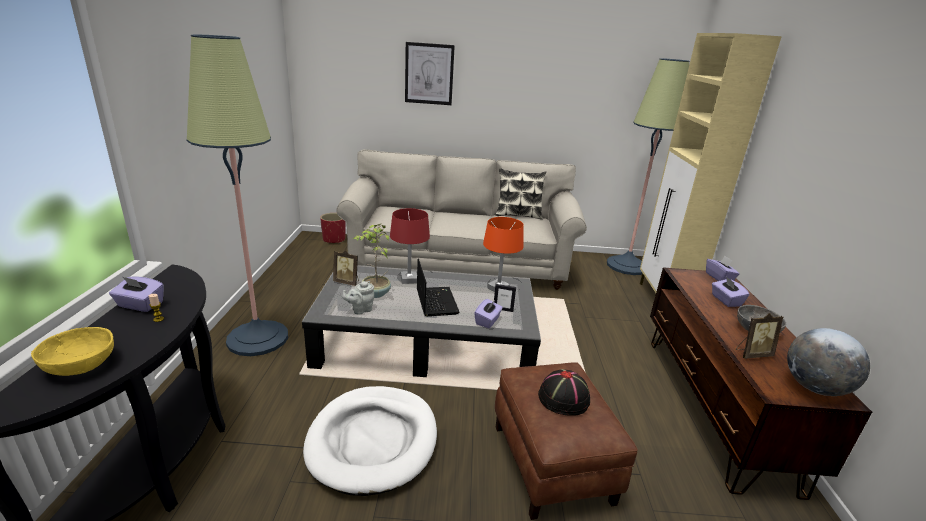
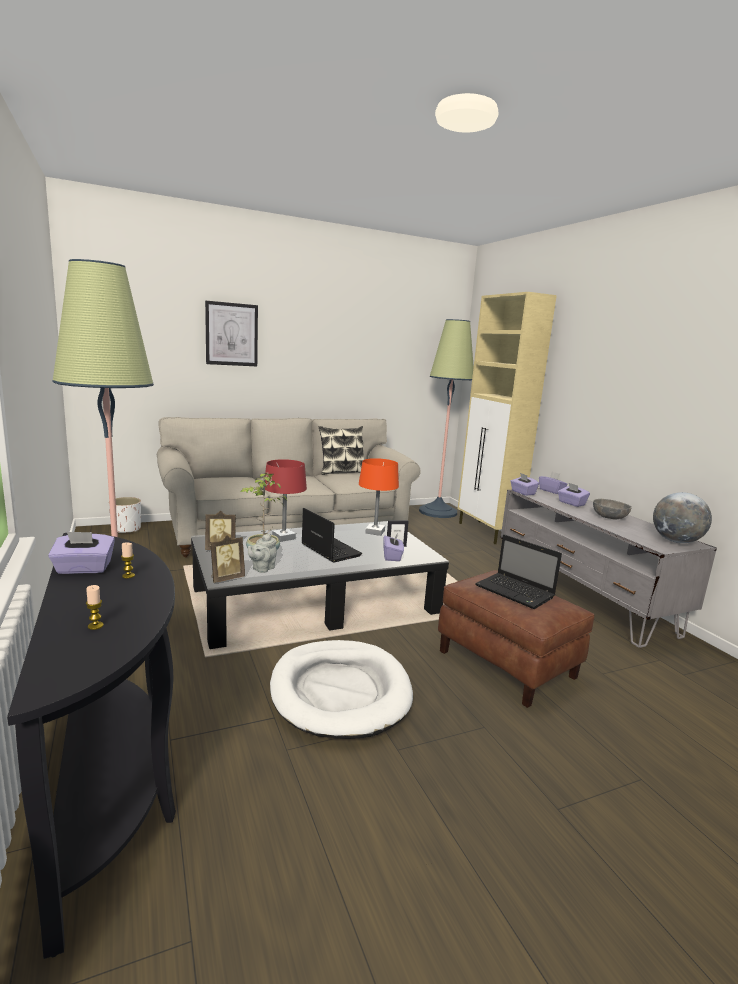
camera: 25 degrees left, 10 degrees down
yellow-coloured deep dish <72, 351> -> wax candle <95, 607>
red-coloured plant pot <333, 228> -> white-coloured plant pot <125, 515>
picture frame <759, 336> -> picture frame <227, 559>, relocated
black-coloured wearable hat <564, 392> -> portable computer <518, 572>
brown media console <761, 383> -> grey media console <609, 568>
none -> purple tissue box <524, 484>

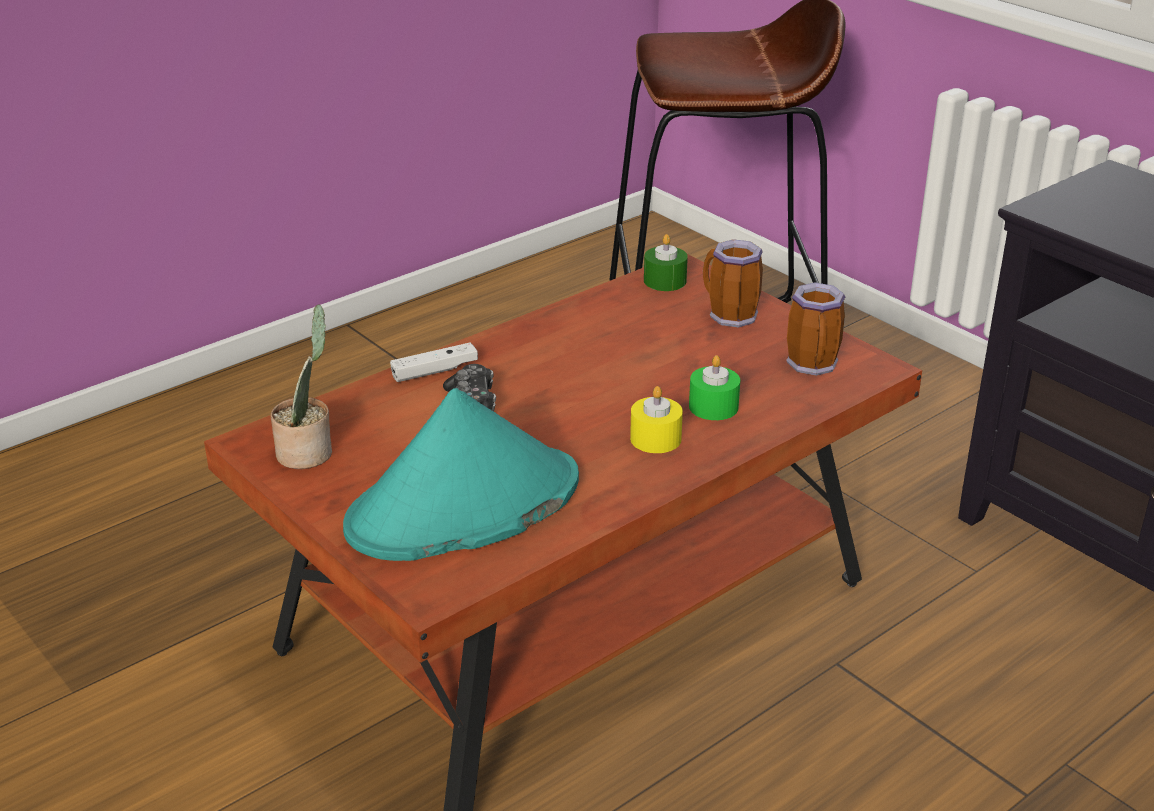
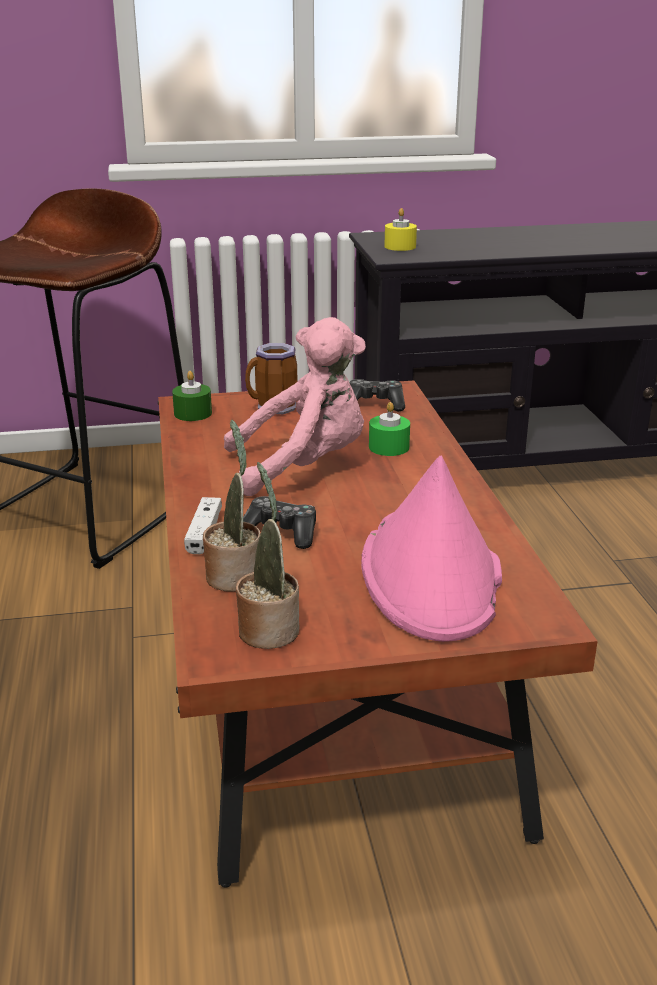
camera: 60 degrees left, 5 degrees down
none -> plant in a pot <231, 505>
none -> pink plush toy <295, 406>
coffee mug <815, 329> -> gamepad <377, 395>
turquoise wearable hat <461, 474> -> pink wearable hat <431, 548>
yellow-coloured wax candle <656, 419> -> yellow-coloured wax candle <400, 229>, relocated

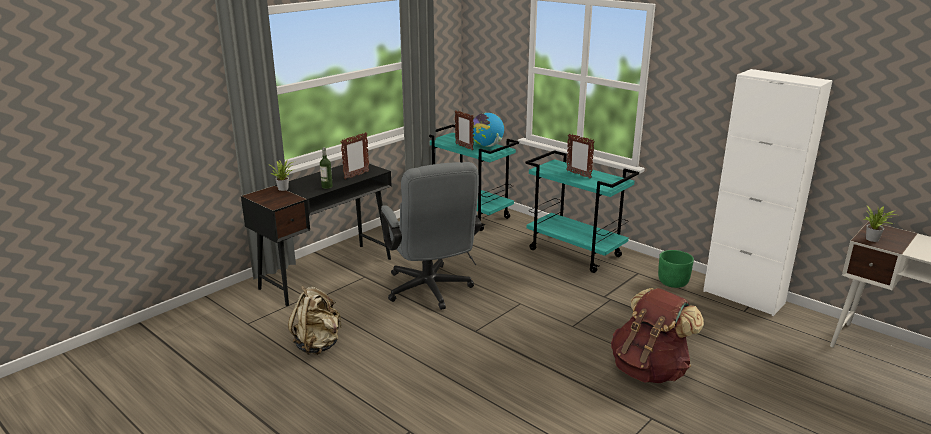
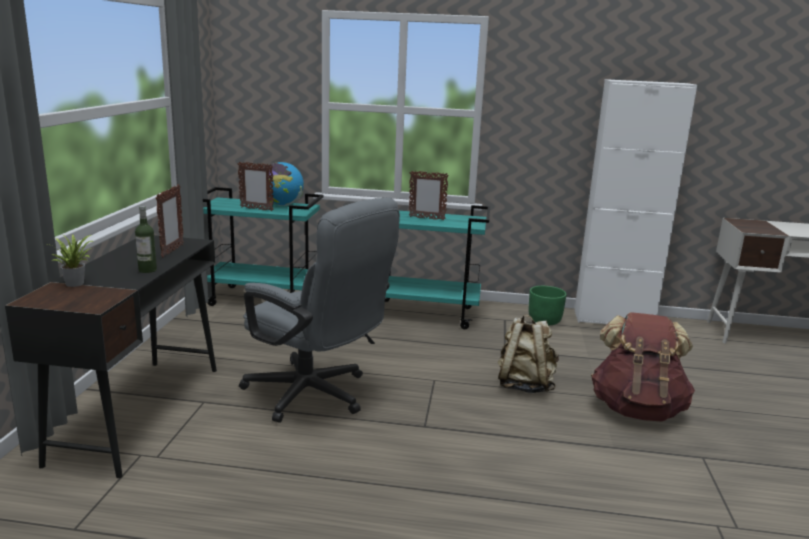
camera: 35 degrees left, 5 degrees down
sand-coloured backpack <315, 320> -> sand-coloured backpack <528, 353>, relocated
plant in a pot <880, 224> -> none

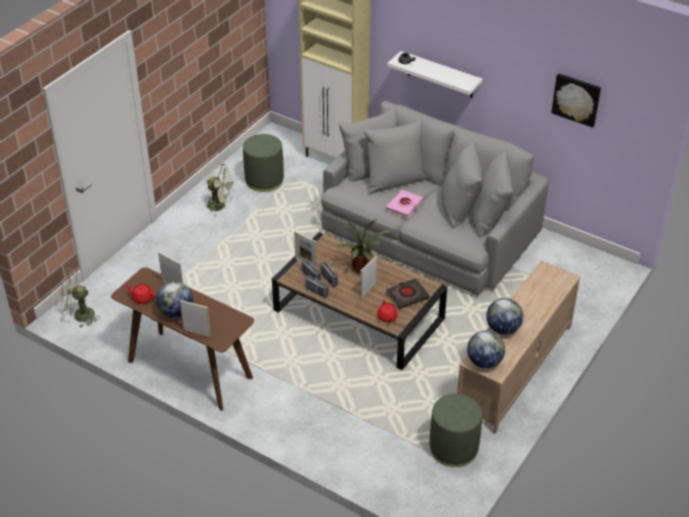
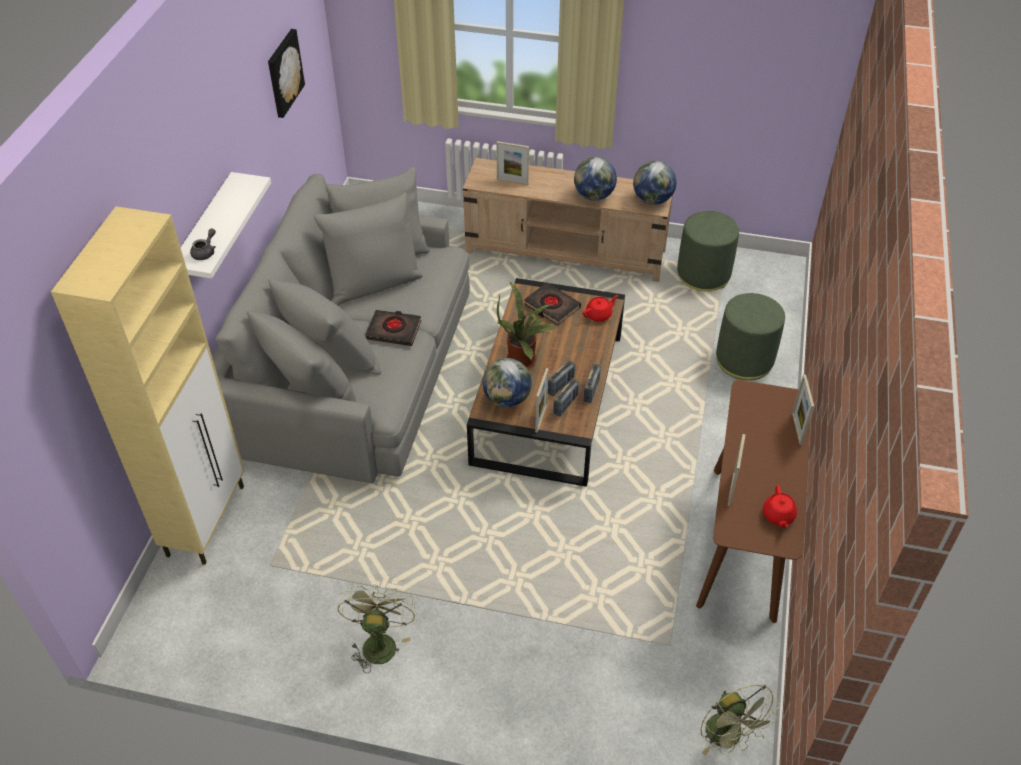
camera: 110 degrees left, 5 degrees up
pink bound book <404, 204> -> black-coloured bound book <393, 328>
globe <174, 299> -> globe <507, 383>, relocated
picture frame <368, 277> -> picture frame <513, 163>, relocated
greenish pouffe <263, 163> -> greenish pouffe <750, 336>, relocated

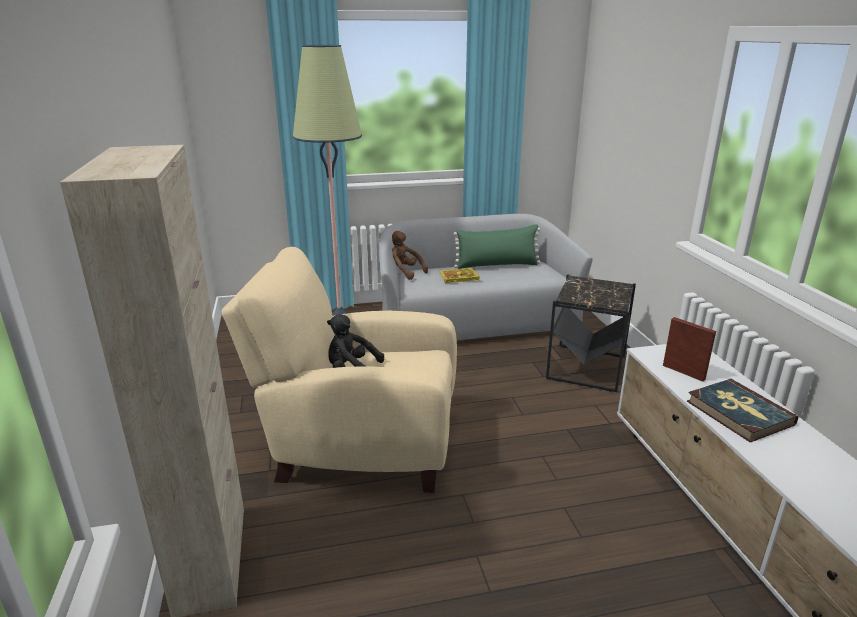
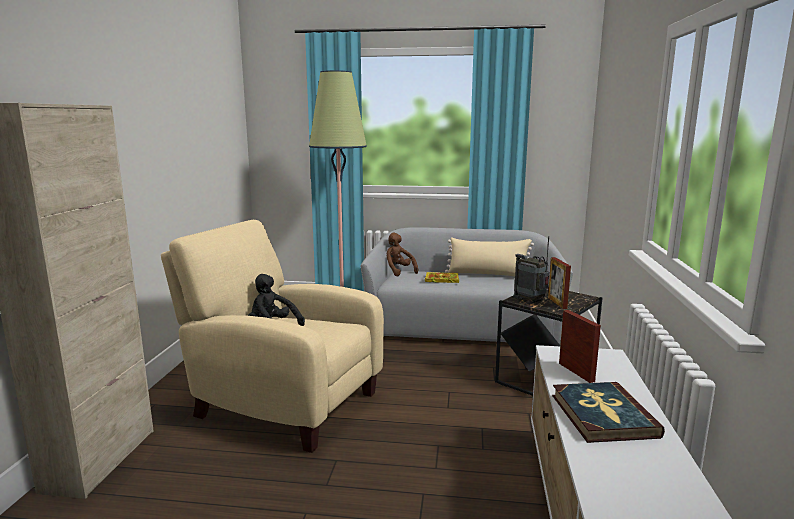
camera: 20 degrees right, 10 degrees down
greenish throw pillow <496, 246> -> sand-coloured throw pillow <489, 257>
none -> radio receiver <531, 269>
none -> picture frame <559, 283>

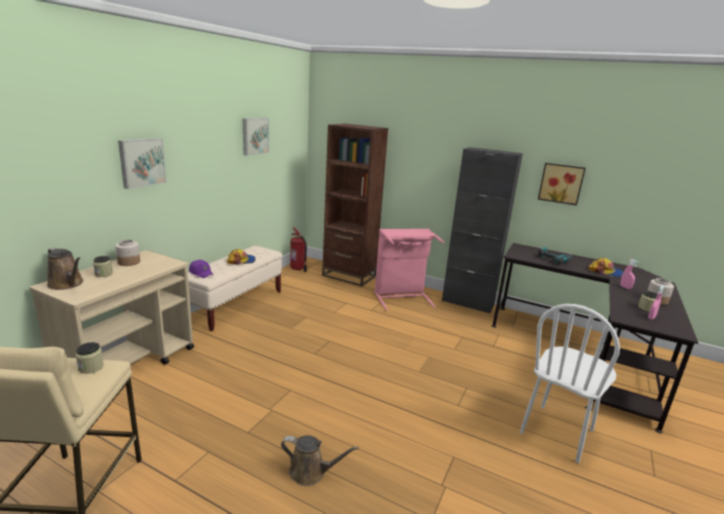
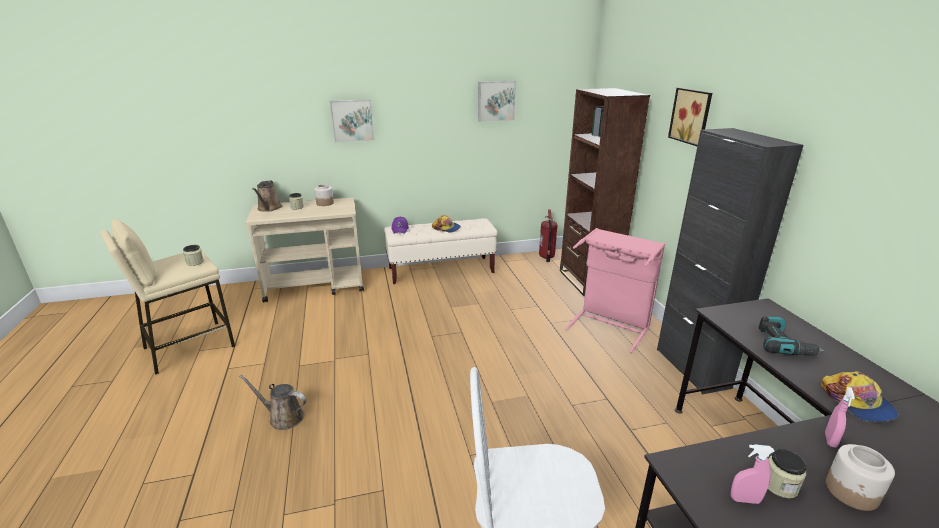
camera: 50 degrees right, 5 degrees up
brown watering can <320, 460> -> brown watering can <273, 402>, 135 degrees clockwise
wall picture <562, 184> -> wall picture <690, 117>, relocated

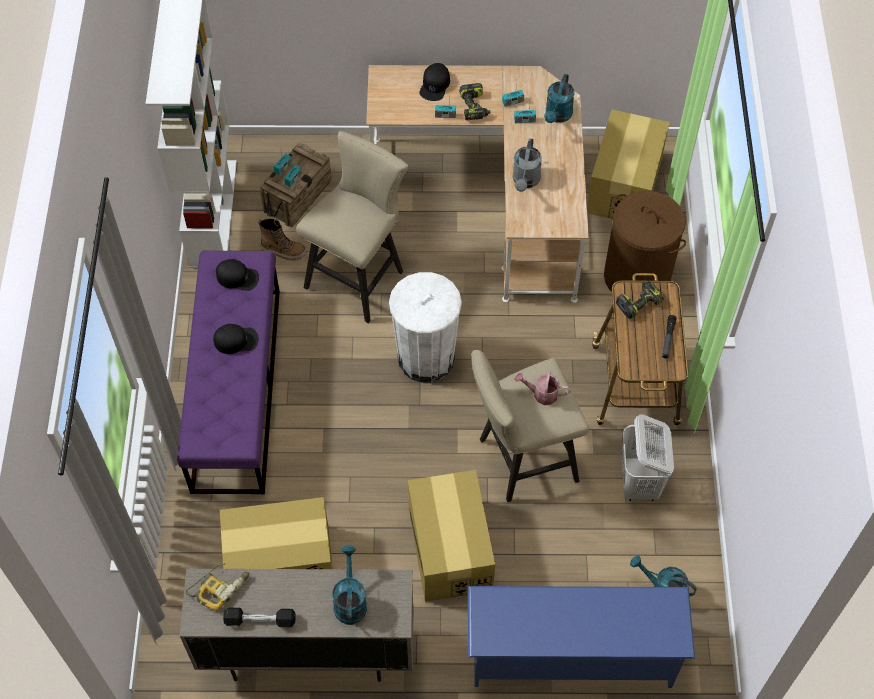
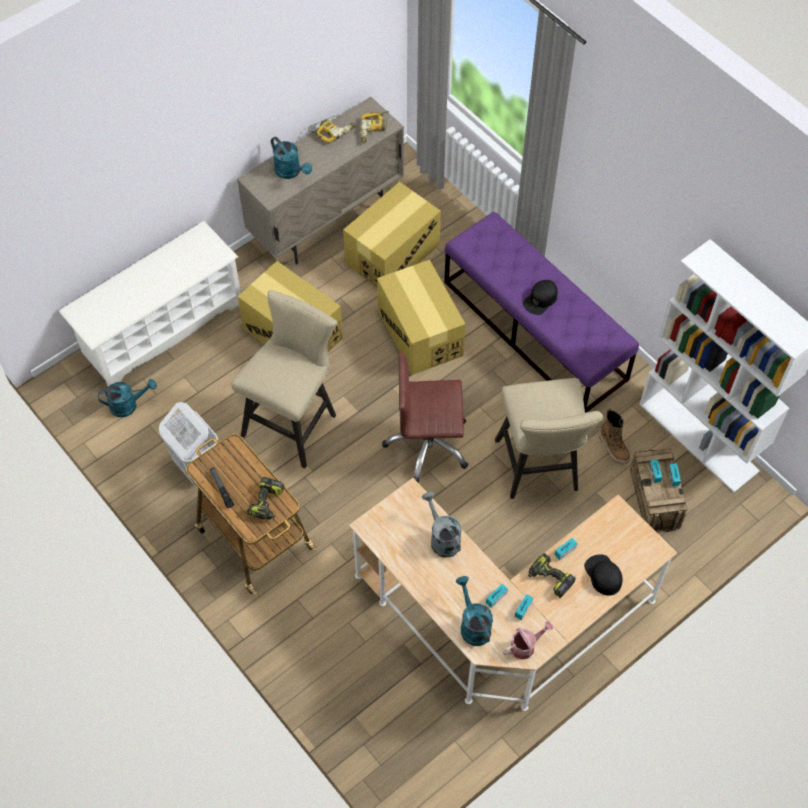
camera: 140 degrees right, 0 degrees up
blue-coloured shoe rack <581, 637> -> white-coloured shoe rack <150, 304>
black-coloured free weight <259, 617> -> electric drill <332, 129>
cardboard box <628, 164> -> cardboard box <421, 317>, relocated
white-coloured trash can <425, 327> -> brown office chair <425, 417>
watering can <543, 388> -> watering can <528, 640>, relocated
tall boot <282, 240> -> tall boot <614, 436>, 90 degrees counterclockwise
black-coloured baseball cap <237, 275> -> none
brown hamper <645, 245> -> none

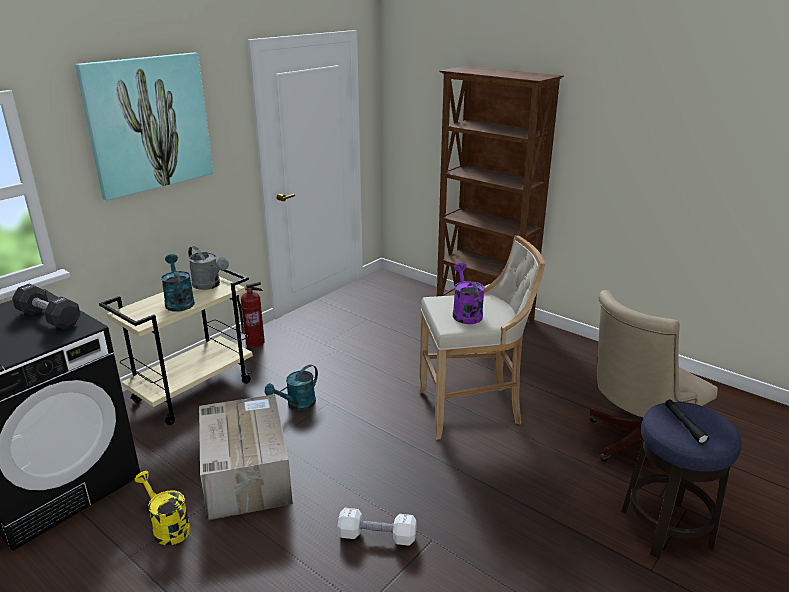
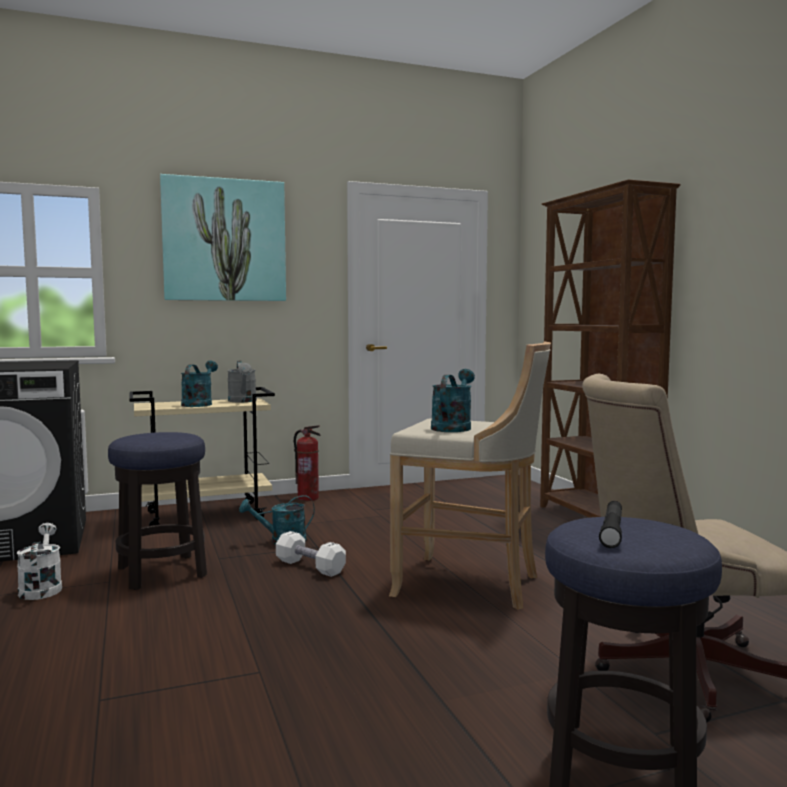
camera: 30 degrees right, 20 degrees down
yellow-coloured watering can <163, 508> -> white-coloured watering can <39, 561>
cardboard box <246, 457> -> stool <157, 511>
white-coloured free weight <377, 527> -> white-coloured free weight <311, 554>, relocated
purple watering can <469, 293> -> turquoise watering can <453, 400>
black-coloured free weight <46, 306> -> none

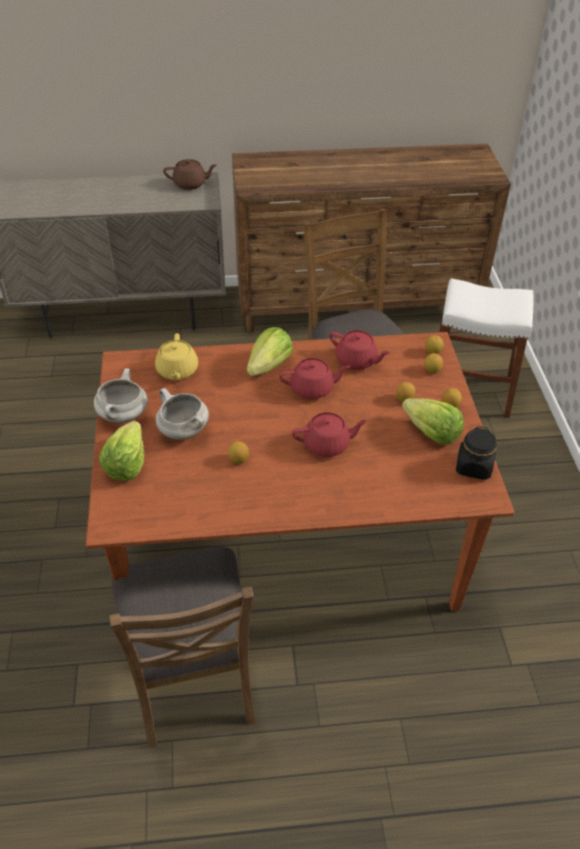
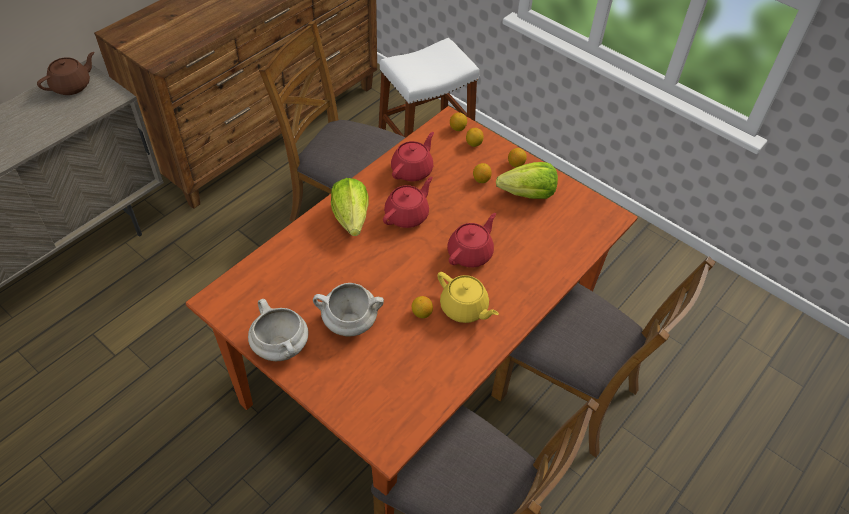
camera: 45 degrees left, 5 degrees up
red-coloured teapot <360, 350> -> red-coloured teapot <412, 156>, 45 degrees counterclockwise
yellow-coloured teapot <176, 356> -> yellow-coloured teapot <468, 297>, relocated
none -> brown upright chair <603, 356>
head of lettuce <121, 451> -> none
black-coloured preserve jar <476, 453> -> none

